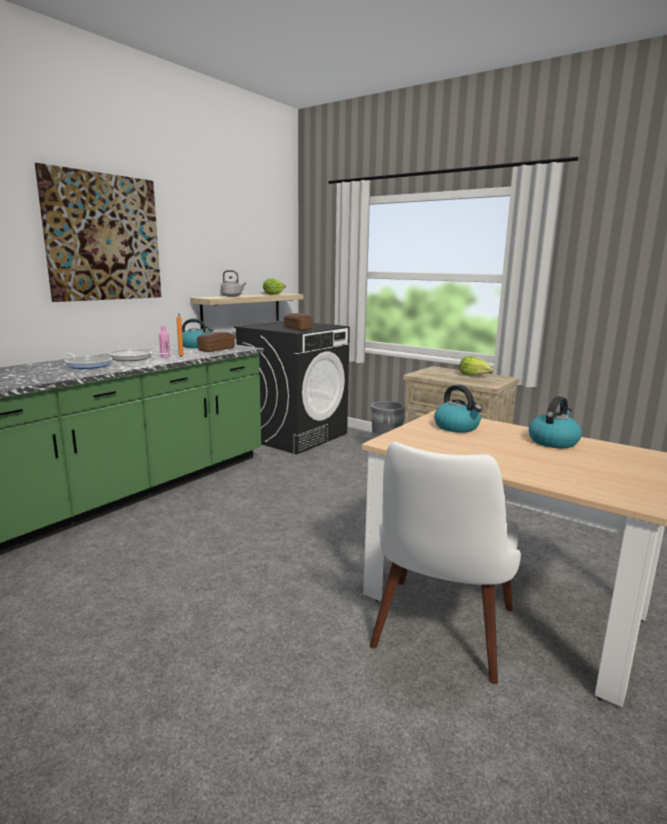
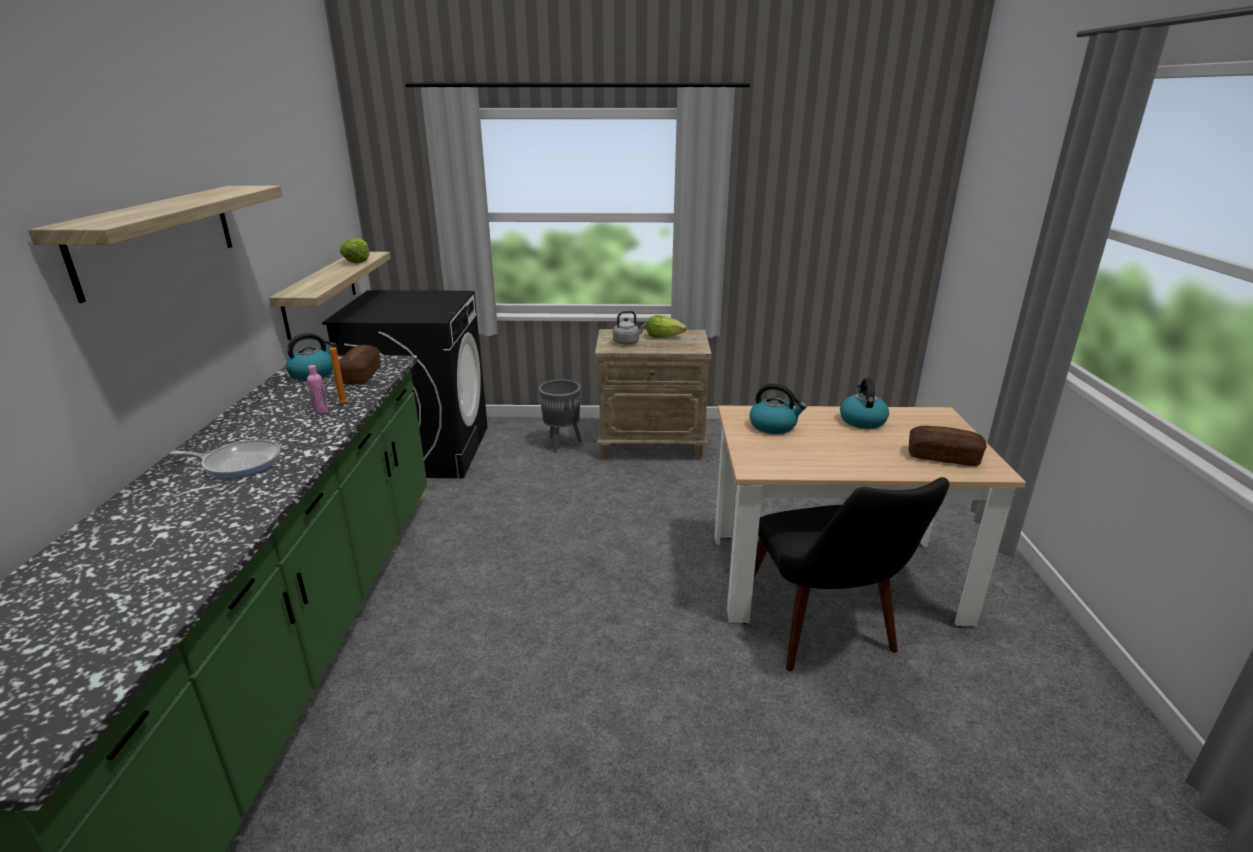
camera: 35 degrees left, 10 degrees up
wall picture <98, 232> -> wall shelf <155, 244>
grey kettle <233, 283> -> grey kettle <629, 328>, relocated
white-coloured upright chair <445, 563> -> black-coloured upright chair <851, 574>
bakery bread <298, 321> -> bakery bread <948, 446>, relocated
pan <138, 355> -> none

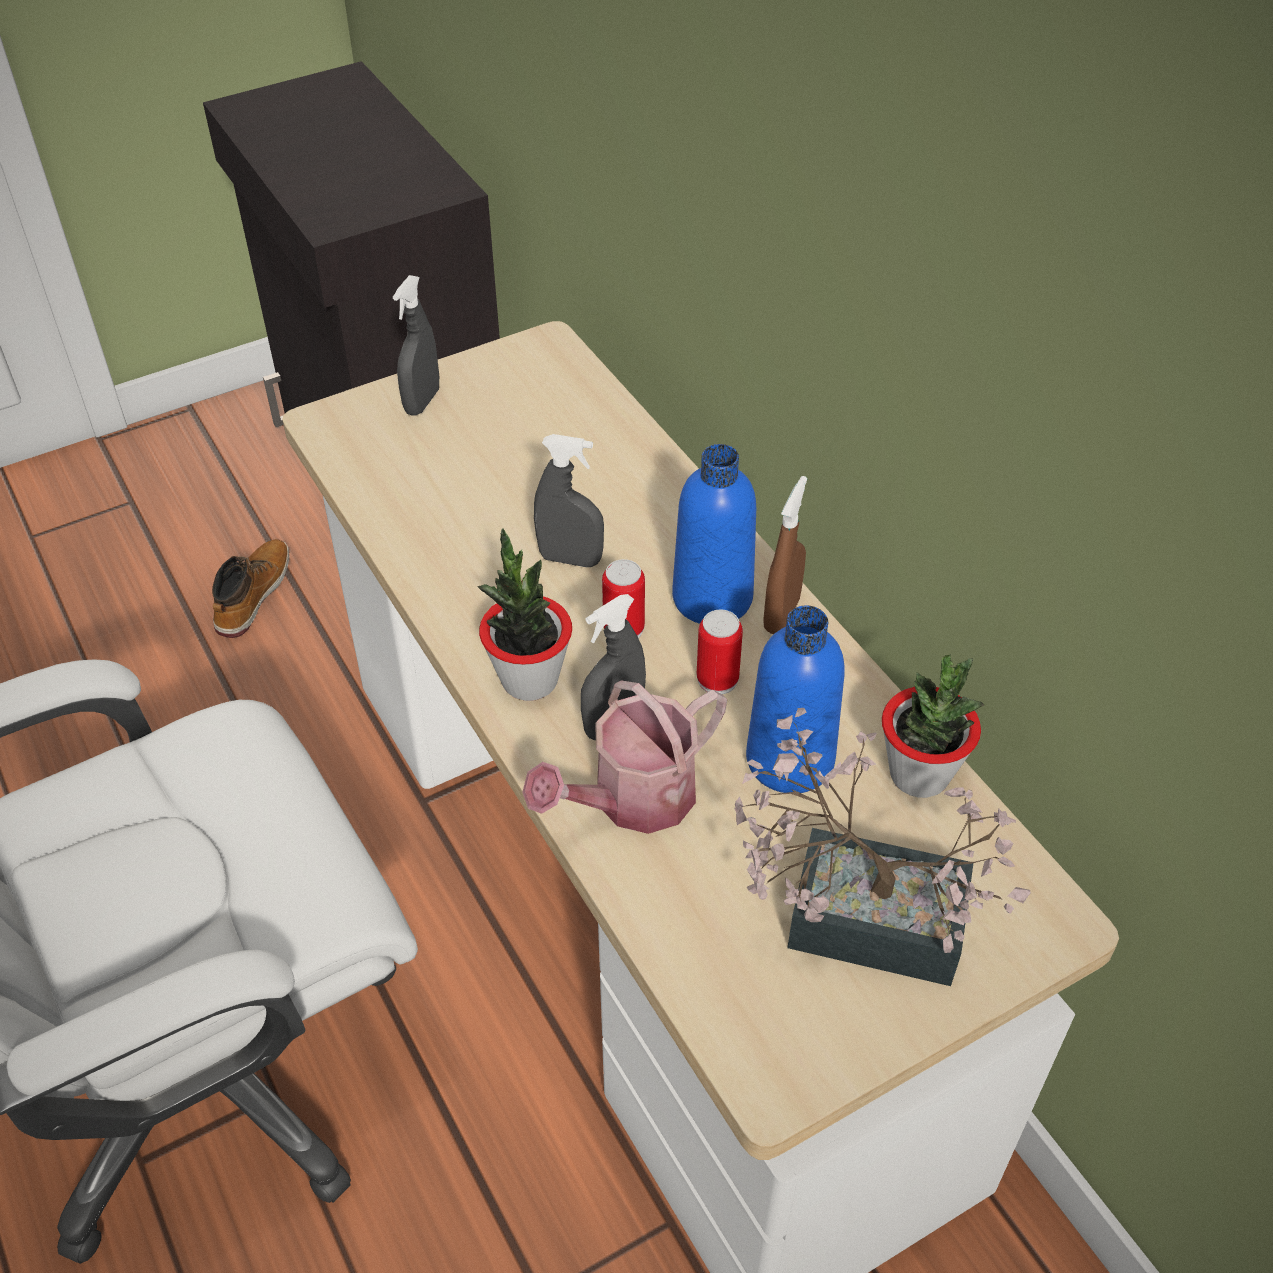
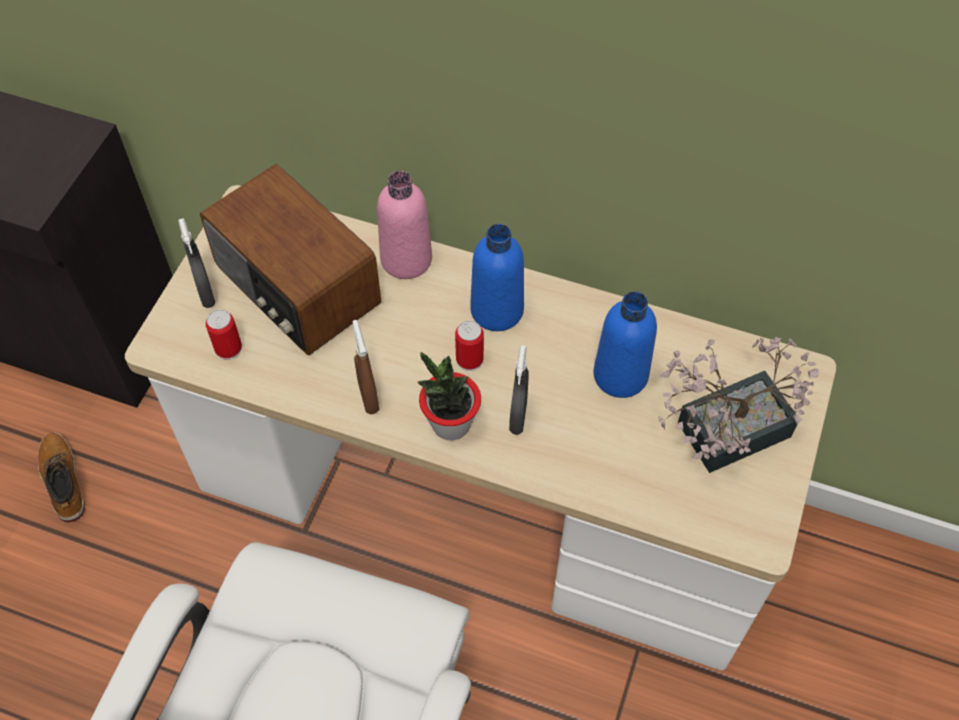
camera: 40 degrees left, 10 degrees up
none -> radio receiver <290, 260>
can <720, 651> -> can <224, 334>, relocated
brown spray bottle <785, 555> -> brown spray bottle <365, 367>, relocated
none -> pink bottle <404, 225>
watering can <624, 757> -> none
grey spray bottle <569, 500> -> none
plant in a pot <933, 726> -> none

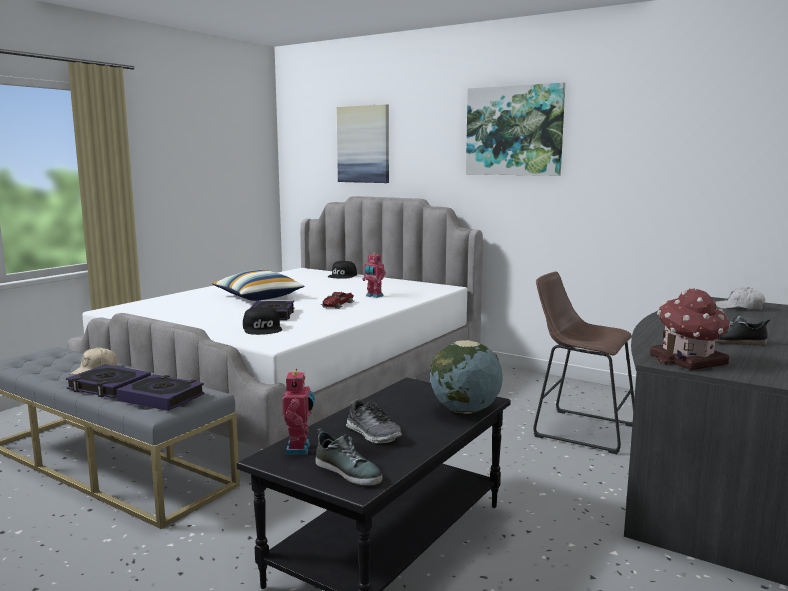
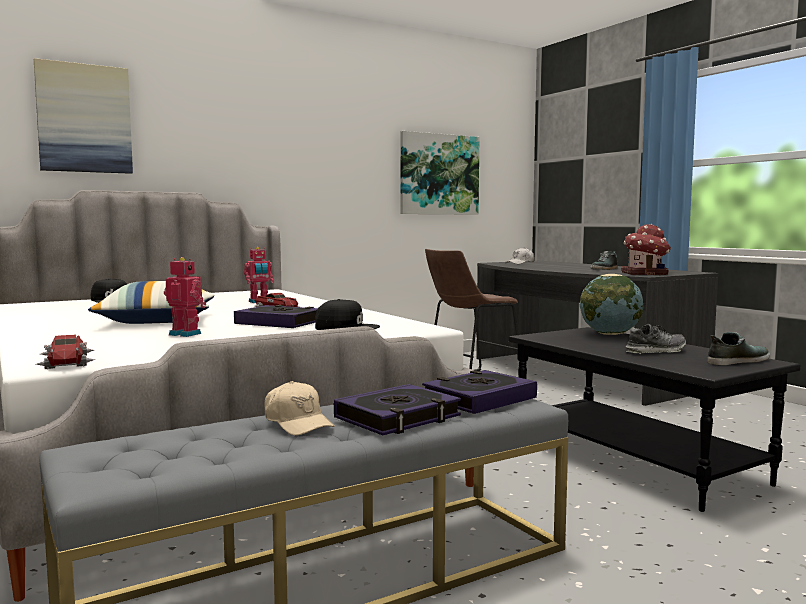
camera: 65 degrees left, 5 degrees down
none -> toy car <65, 352>
toy robot <298, 412> -> toy robot <185, 297>, relocated
wall picture <515, 129> -> wall picture <440, 173>, relocated

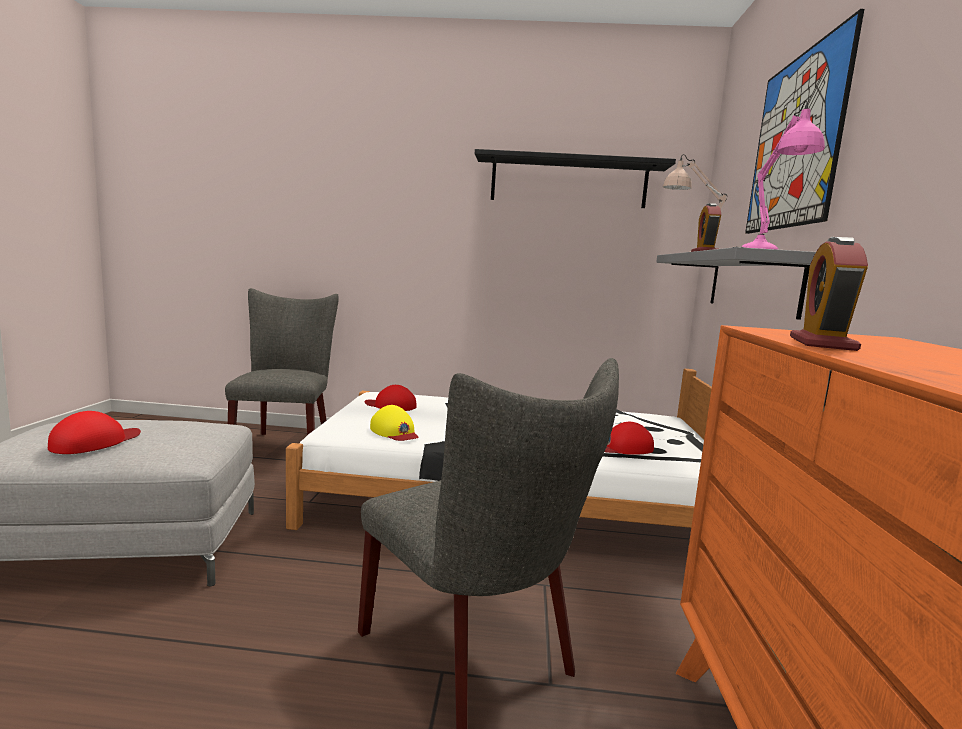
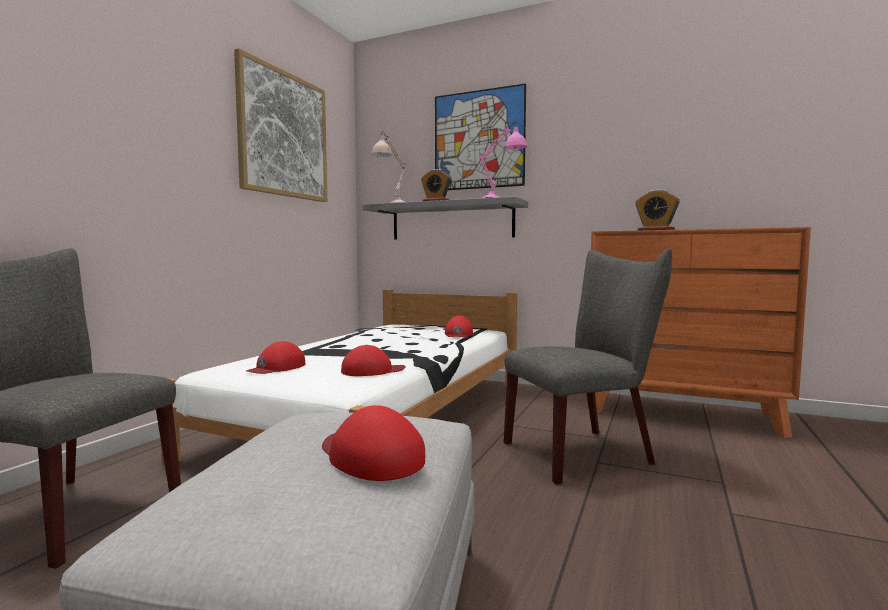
camera: 70 degrees left, 5 degrees down
black-coloured wall shelf <575, 178> -> wall picture <280, 125>
yellow-coloured baseball cap <394, 423> -> red-coloured baseball cap <373, 360>

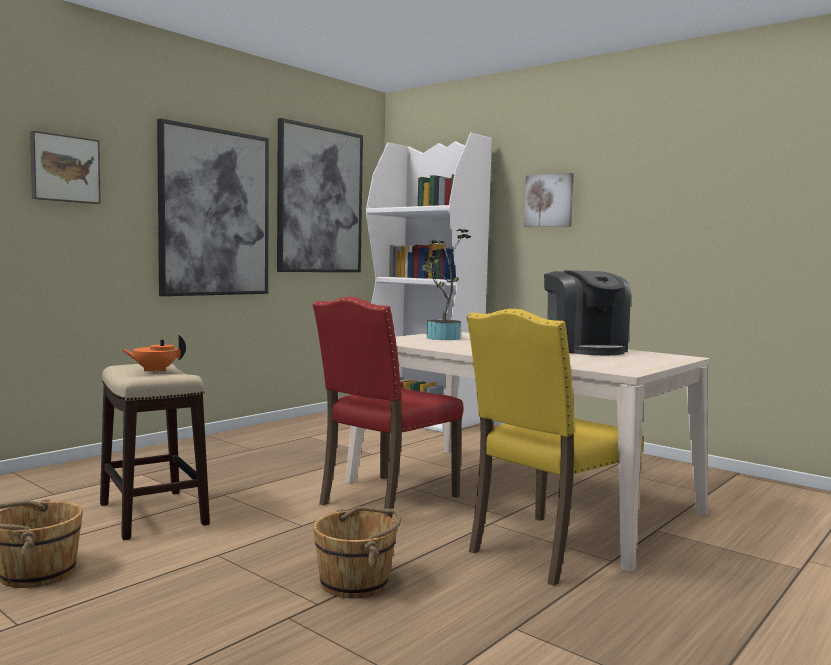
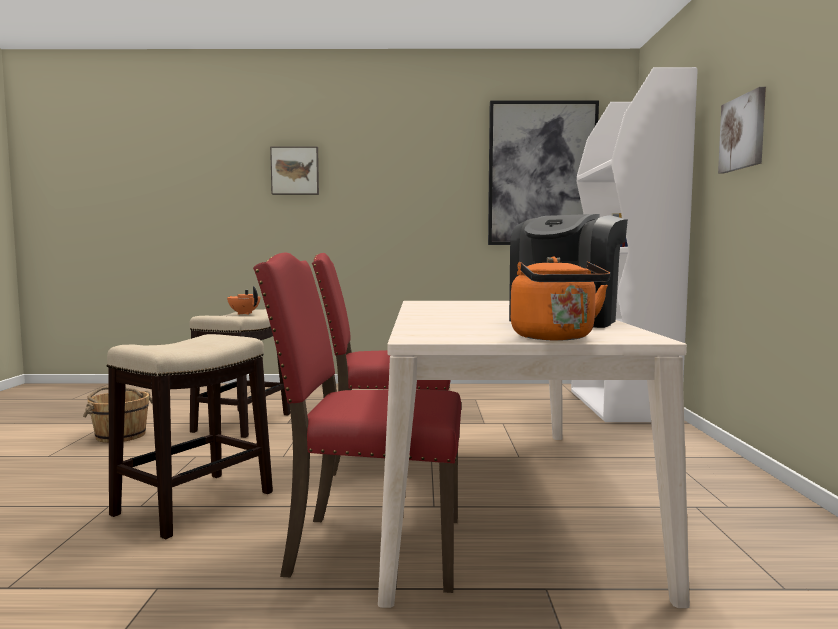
camera: 50 degrees right, 0 degrees up
brown pail <357, 552> -> stool <189, 436>
yellow-coloured upright chair <555, 447> -> red-coloured upright chair <357, 422>
none -> orange-coloured kettle <560, 298>
wall picture <213, 207> -> none
plant in a pot <445, 284> -> none

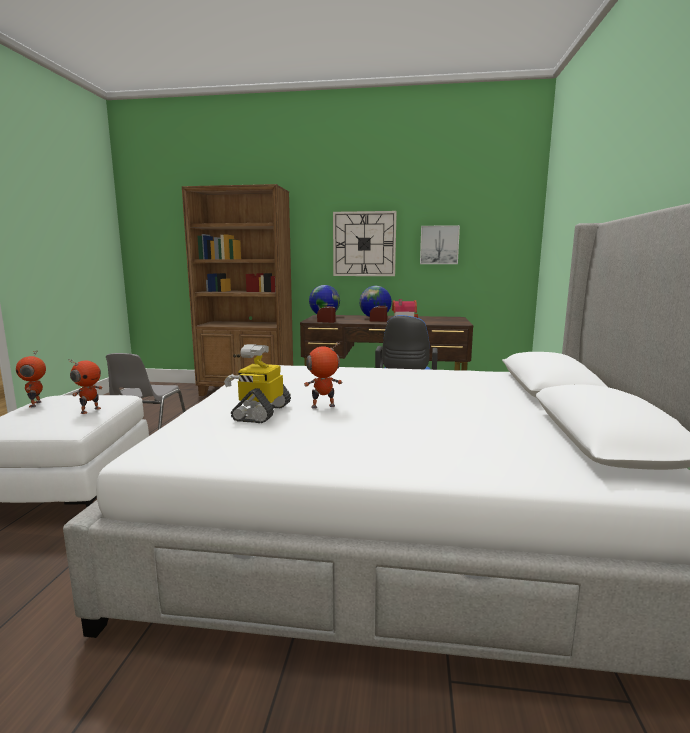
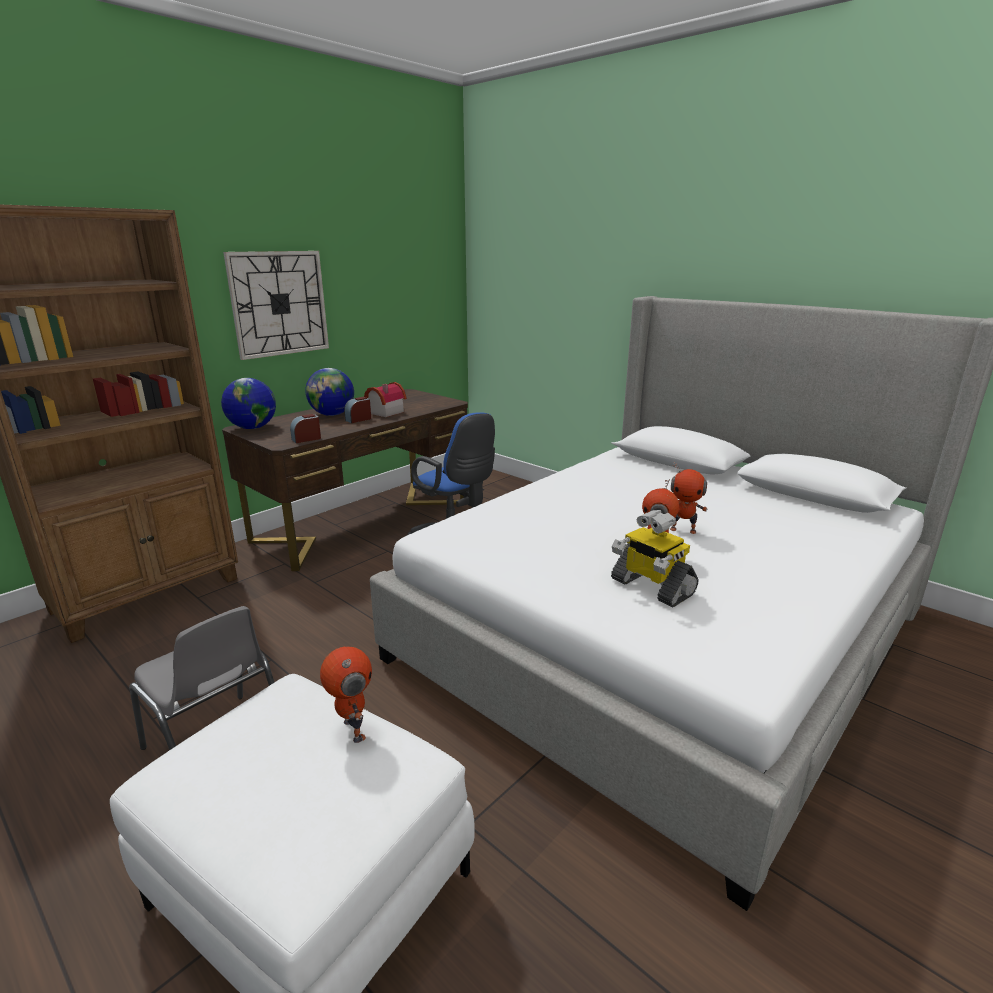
camera: 55 degrees left, 10 degrees up
toy robot <31, 378> -> toy robot <689, 498>, relocated
wall picture <440, 244> -> none

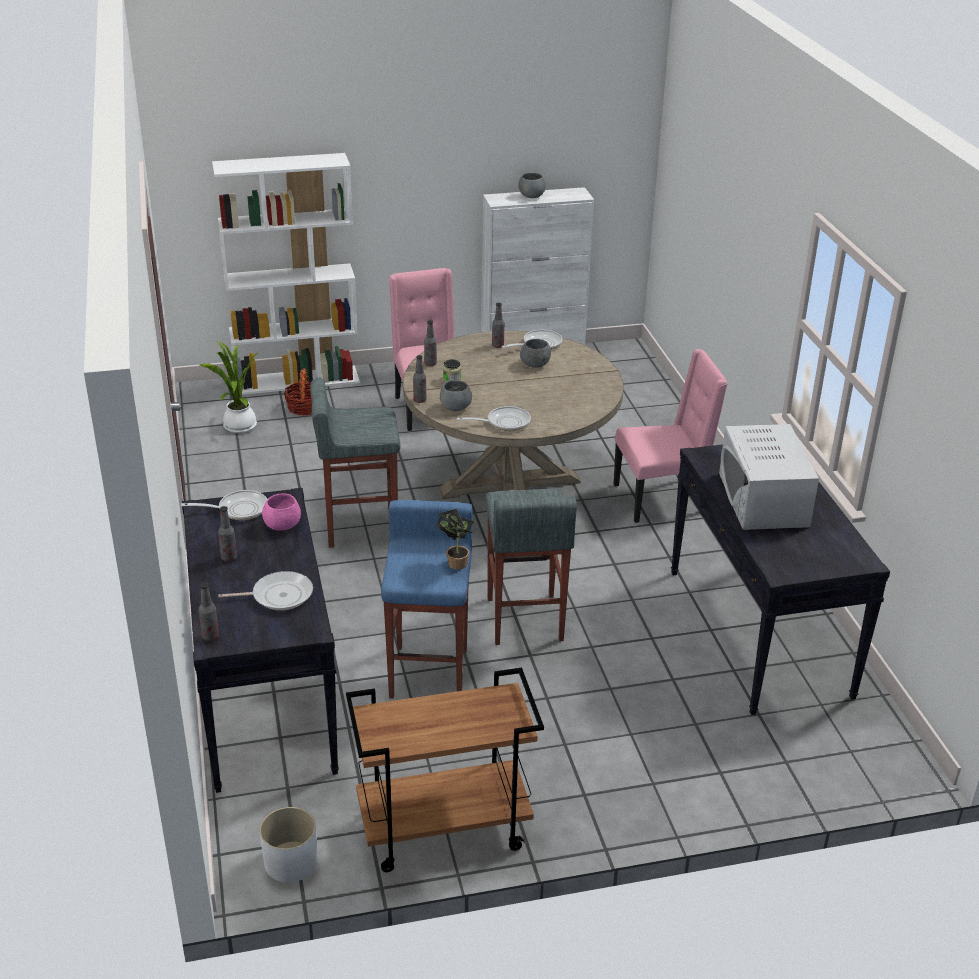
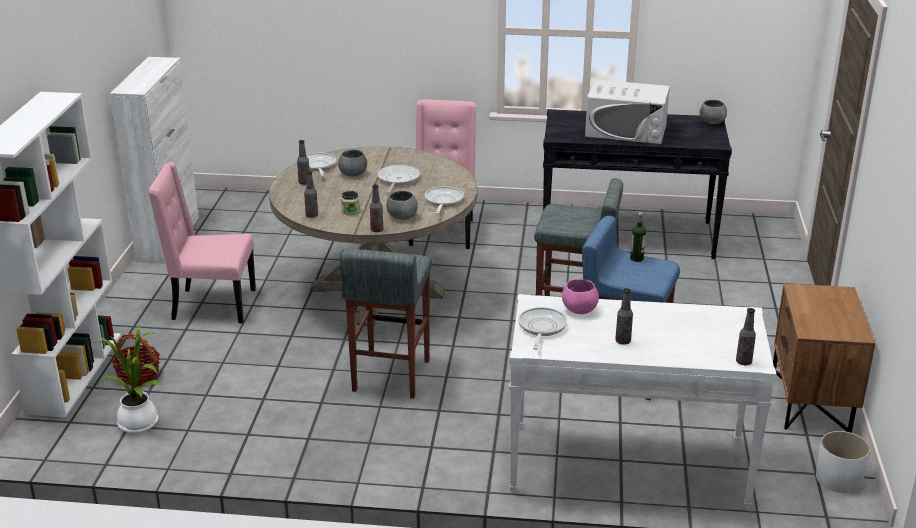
camera: 70 degrees left, 5 degrees down
pan <265, 590> -> pan <398, 180>, relocated
black-coloured narrow table <260, 640> -> white-coloured narrow table <643, 402>
plant in a pot <455, 539> -> bottle <638, 237>
grey deep dish <532, 185> -> grey deep dish <713, 112>, relocated
brown trolley <445, 770> -> brown nightstand <824, 358>

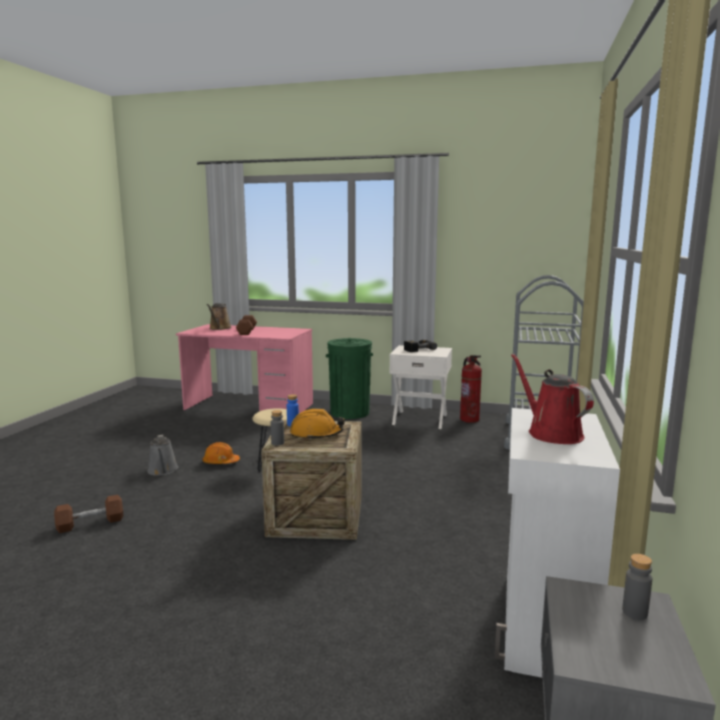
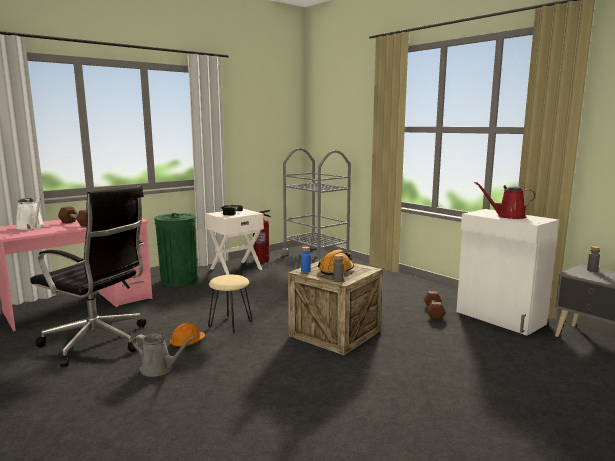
camera: 55 degrees left, 0 degrees up
brown watering can <219, 316> -> white-coloured watering can <30, 214>
none -> black-coloured office chair <88, 275>
brown free weight <88, 514> -> brown free weight <434, 305>, relocated

